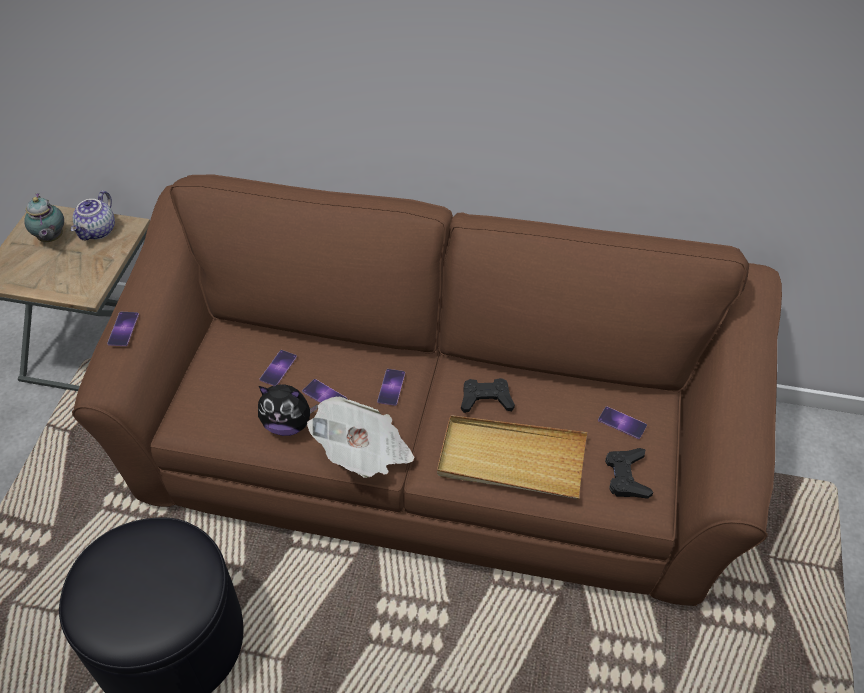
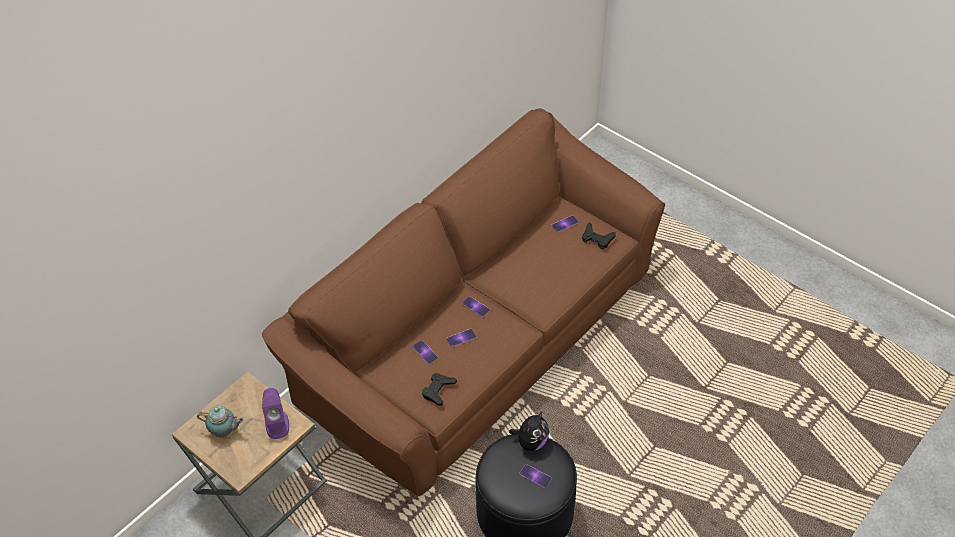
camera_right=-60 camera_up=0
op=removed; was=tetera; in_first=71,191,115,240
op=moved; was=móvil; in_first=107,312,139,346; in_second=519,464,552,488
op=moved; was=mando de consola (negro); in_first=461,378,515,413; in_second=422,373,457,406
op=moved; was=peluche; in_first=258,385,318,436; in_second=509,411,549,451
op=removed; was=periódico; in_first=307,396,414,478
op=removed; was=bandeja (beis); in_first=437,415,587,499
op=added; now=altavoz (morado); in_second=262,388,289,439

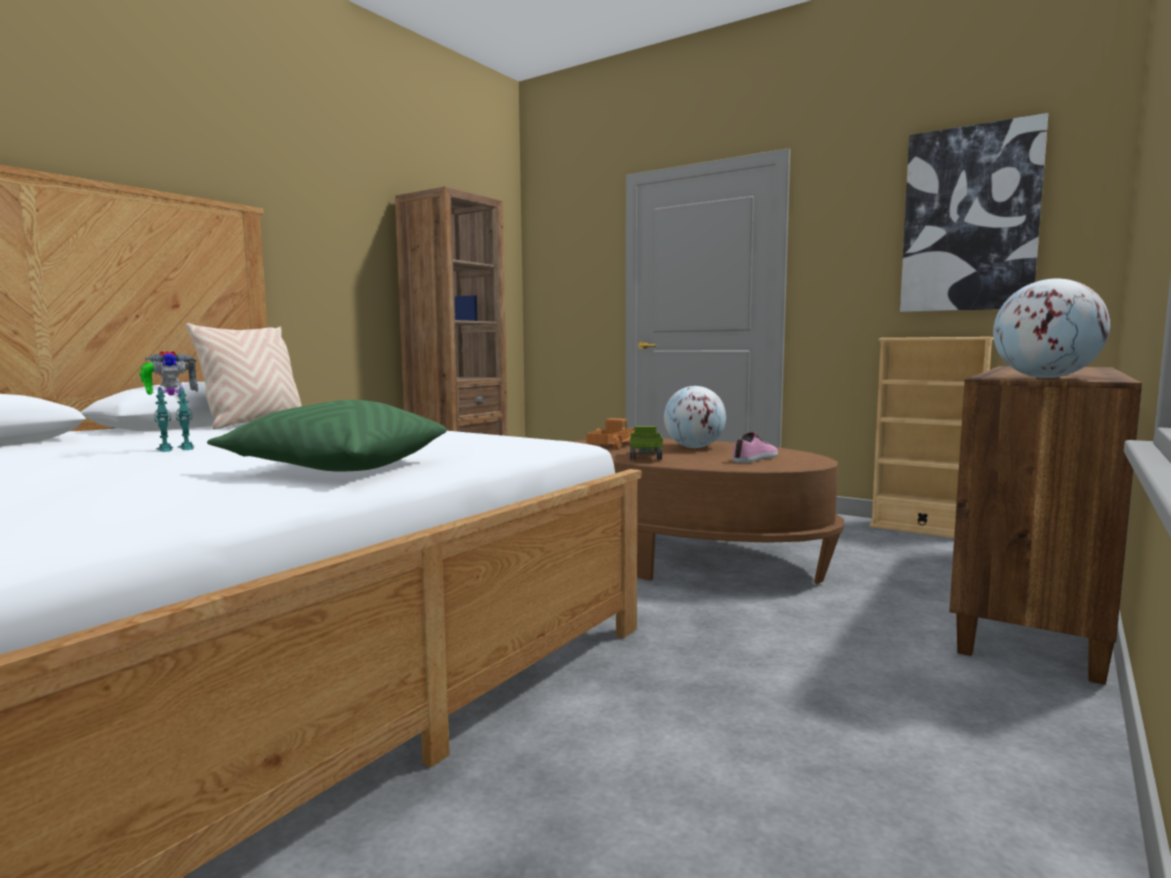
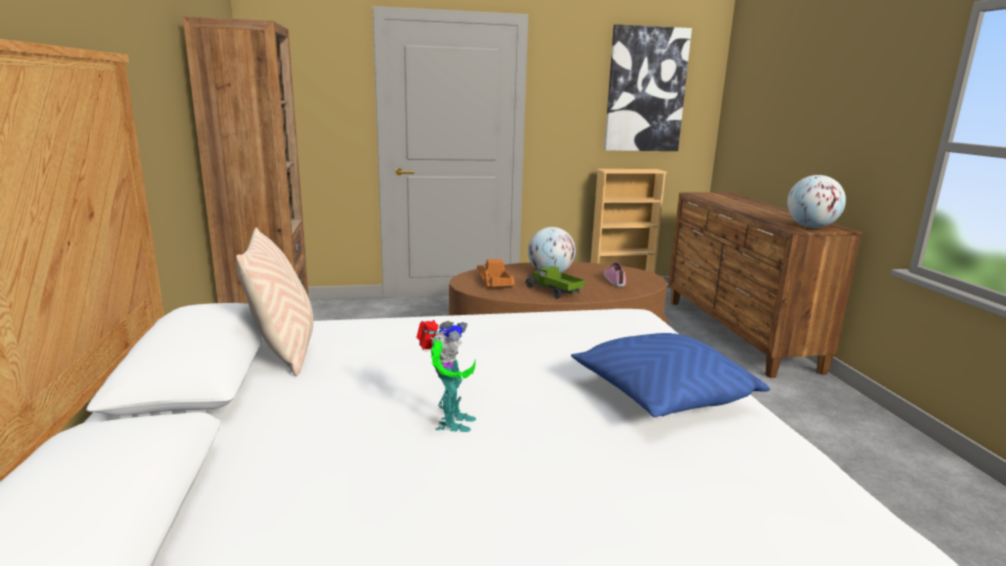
camera_right=-45 camera_up=10
op=recoloured; was=cojín (verde); now=cojín (azul); in_first=207,400,447,472; in_second=571,333,770,417

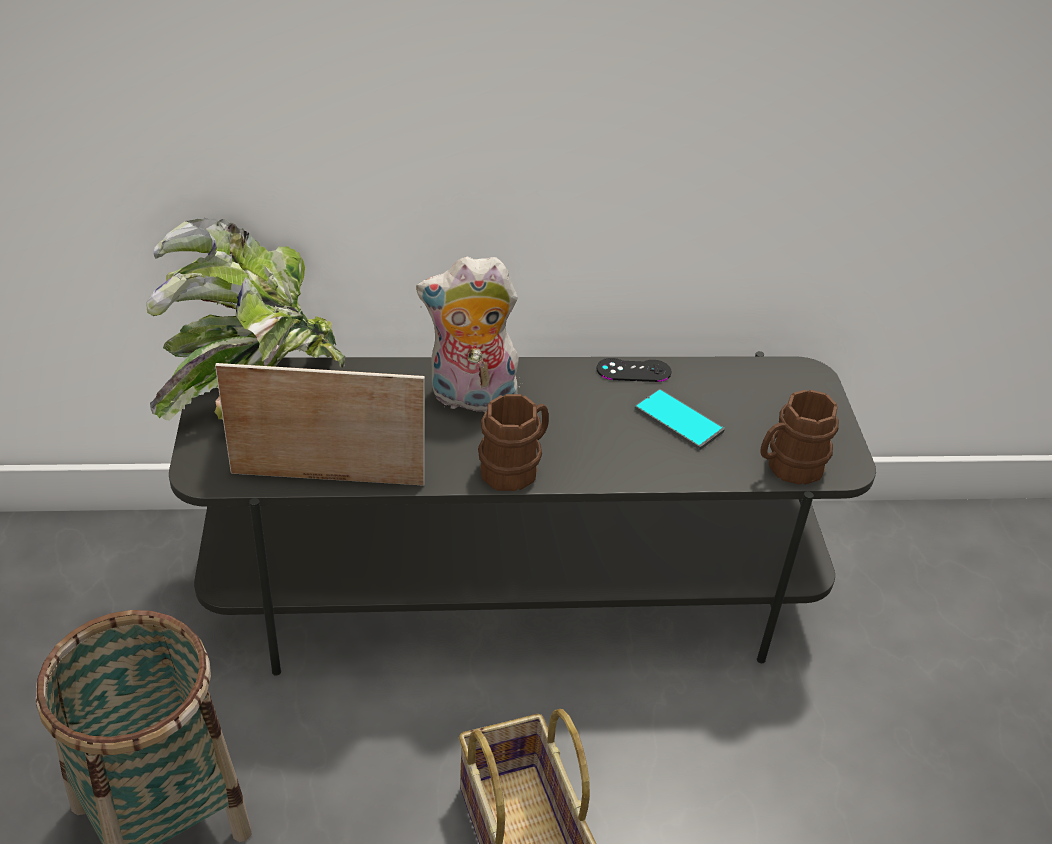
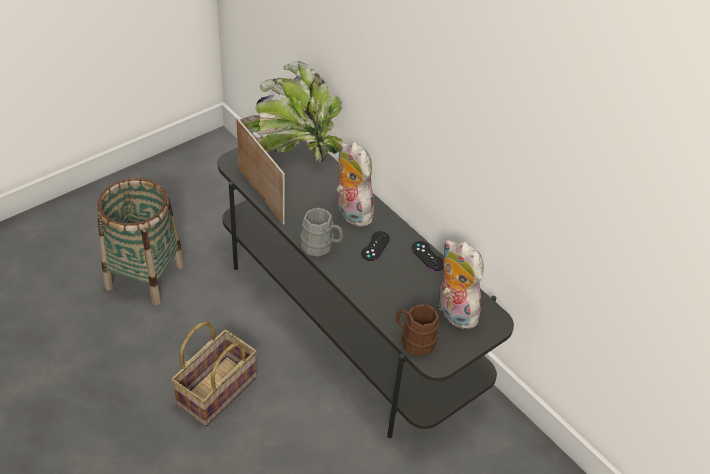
camera_right=55 camera_up=5
op=removed; was=móvil; in_first=635,389,725,450
op=recoloured; was=taza grande (marrón); now=taza grande (gris); in_first=478,394,549,491; in_second=300,208,343,257
op=added; now=mando de consola (negro); in_second=361,231,390,261
op=added; now=peluche; in_second=439,239,484,329

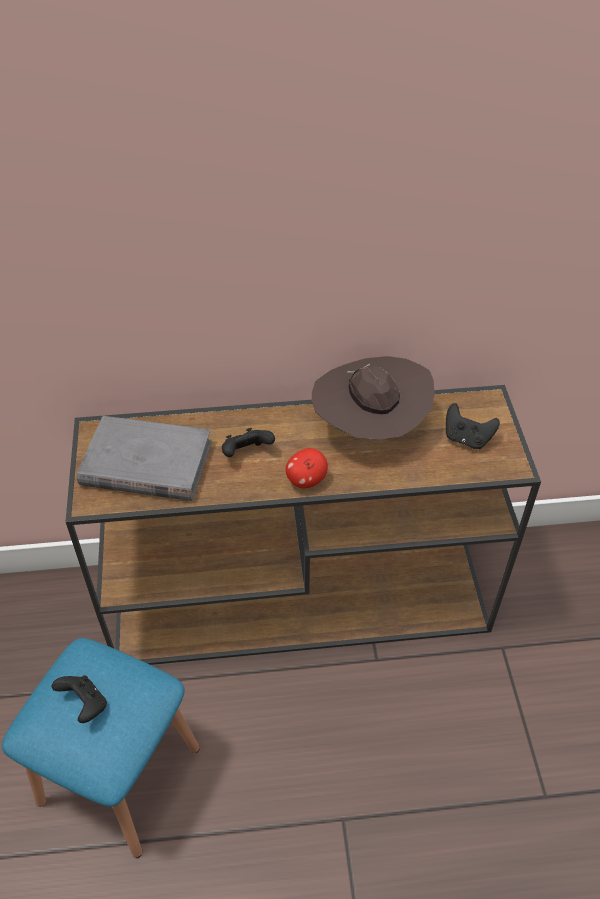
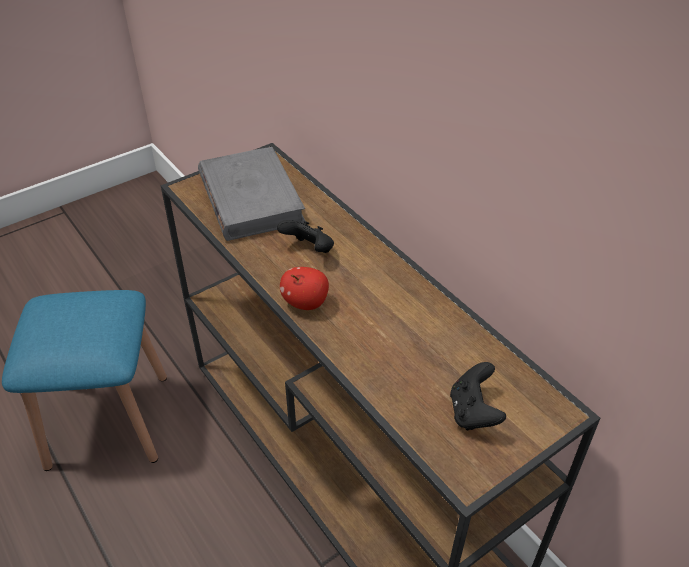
camera_right=60 camera_up=-5
op=removed; was=sombrero (marrón); in_first=312,356,435,439
op=removed; was=mando de consola (negro); in_first=52,675,107,723

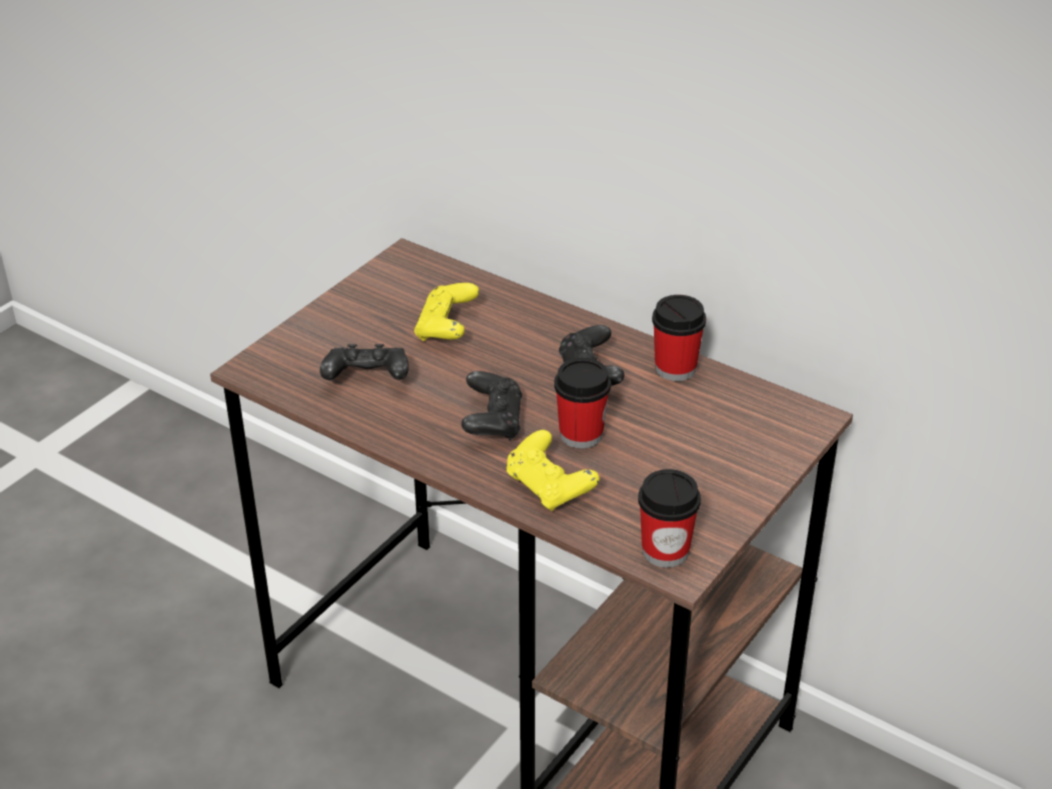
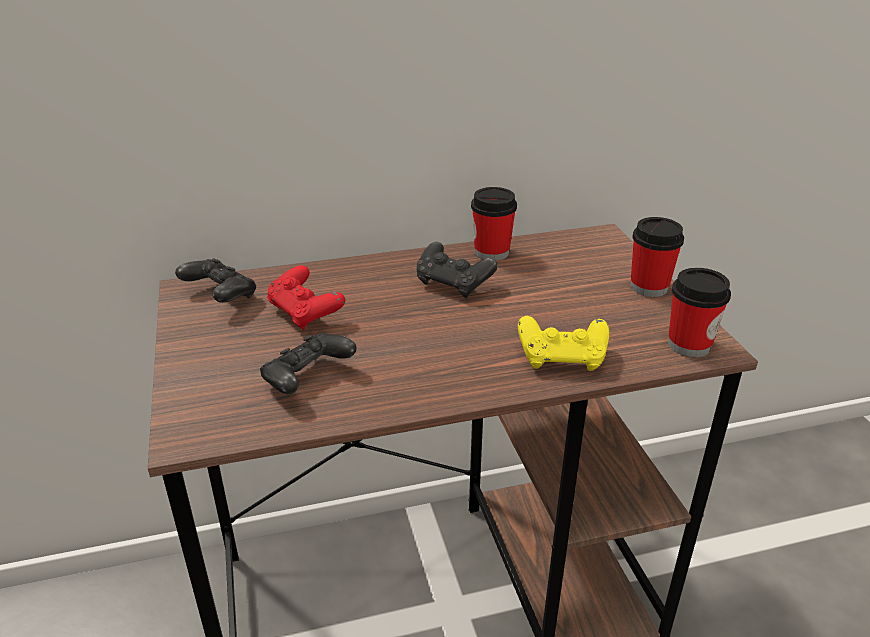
camera_right=-50 camera_up=-5
op=recoloured; was=mando de consola (amarillo); now=mando de consola (rojo); in_first=414,283,479,341; in_second=267,265,345,330
op=moved; was=taza; in_first=554,358,611,449; in_second=631,217,684,297
op=moved; was=mando de consola (negro); in_first=461,371,522,441; in_second=175,258,256,303

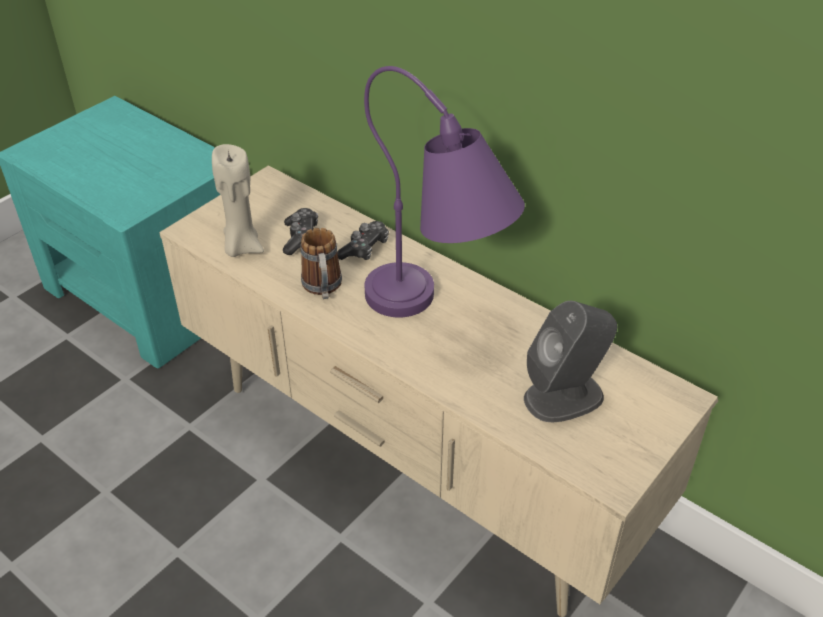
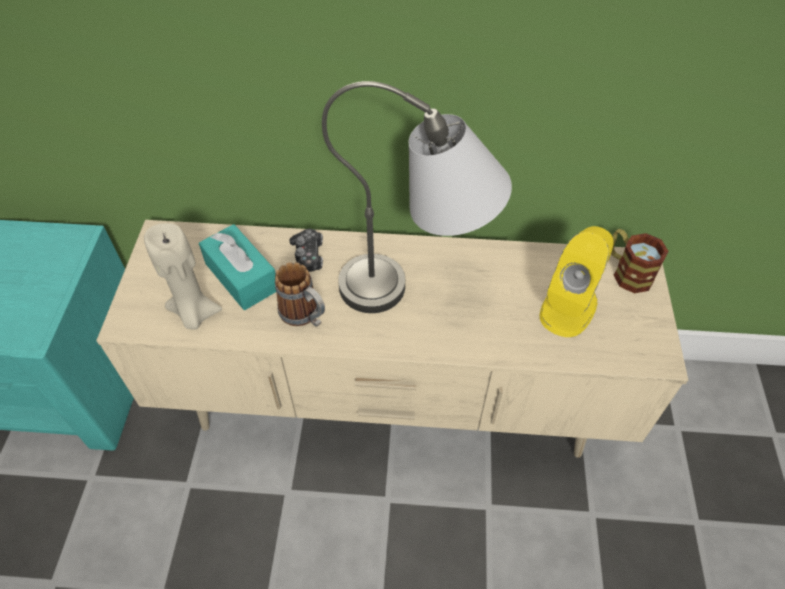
camera_right=-35 camera_up=10
op=recoloured; was=lámpara de mesa (morado); now=lámpara de mesa (gris); in_first=364,66,525,318; in_second=322,81,512,313
op=replaced; was=mando de consola; now=caja de pañuelos (turquesa); in_first=283,208,318,255; in_second=199,224,276,310
op=recoloured; was=altavoz (gris); now=altavoz (amarillo); in_first=524,301,617,422; in_second=540,226,614,337
op=added; now=taza grande; in_second=611,229,669,293

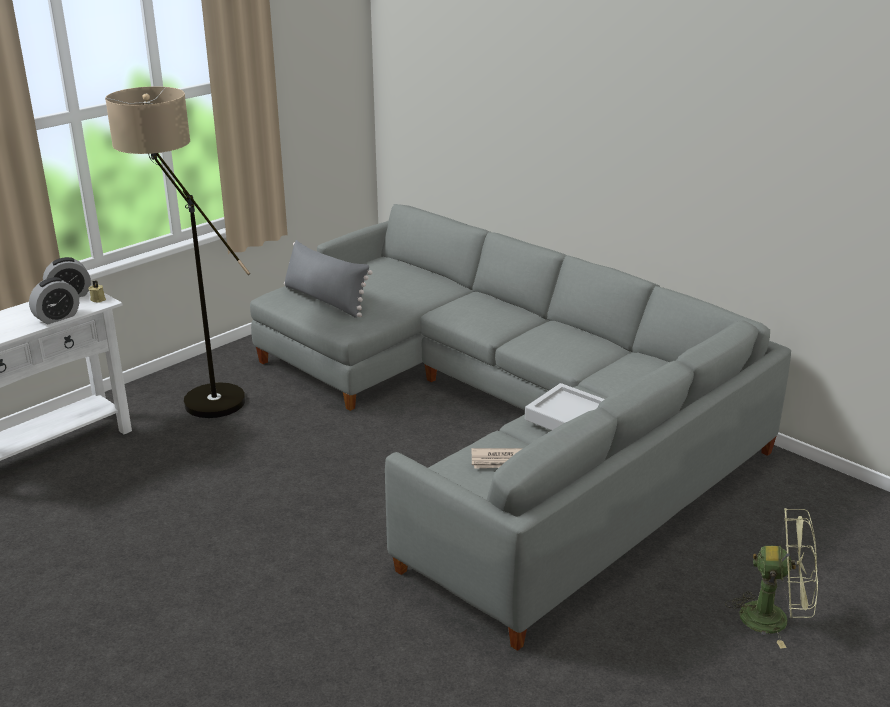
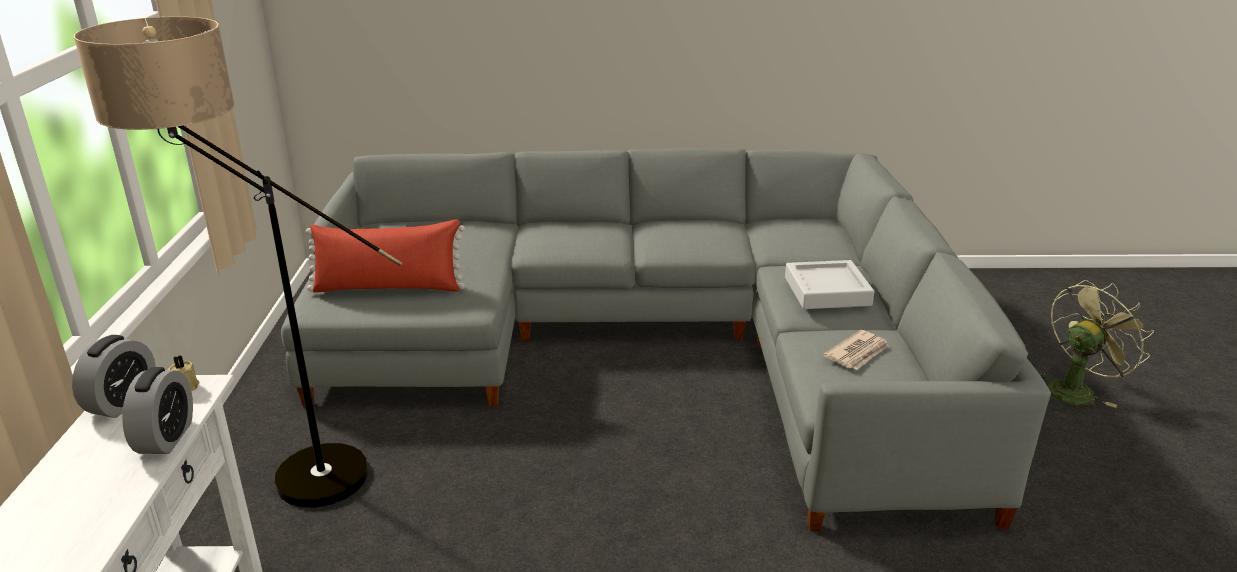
camera_right=-45 camera_up=0
op=recoloured; was=cojín (gris); now=cojín (rojo); in_first=284,240,373,318; in_second=306,220,465,293

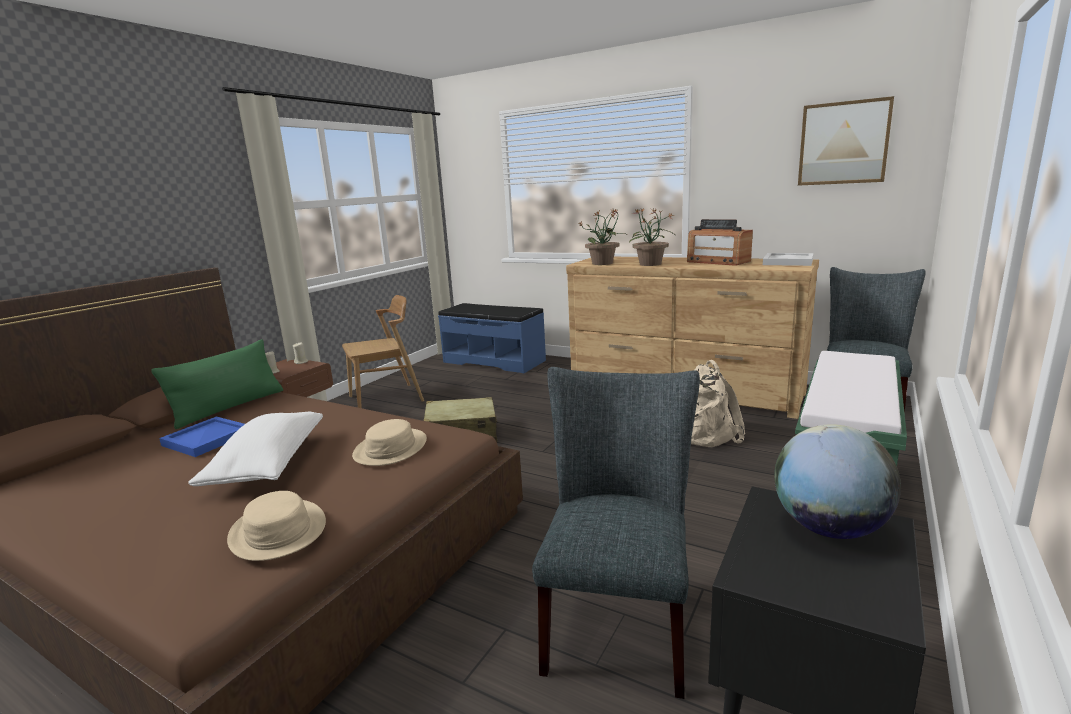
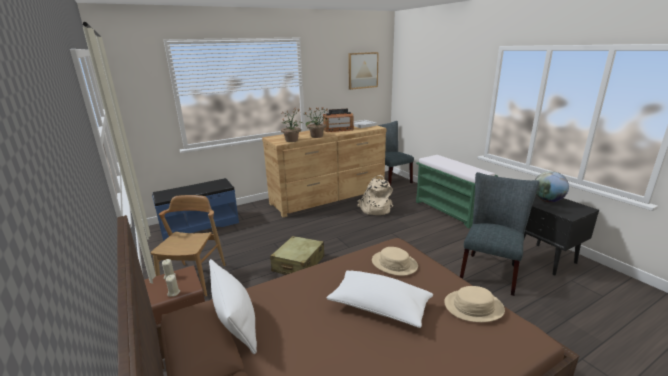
camera_right=-60 camera_up=5
op=recoloured; was=cojín (verde); now=cojín (blanco); in_first=151,339,283,429; in_second=209,259,257,354
op=turned; was=silla (gris); in_first=532,367,700,699; in_second=460,172,539,296; clockwise=75
op=removed; was=bandeja (azul); in_first=159,417,245,457

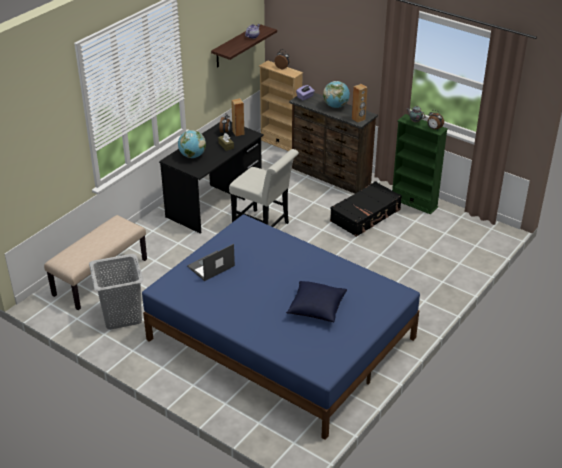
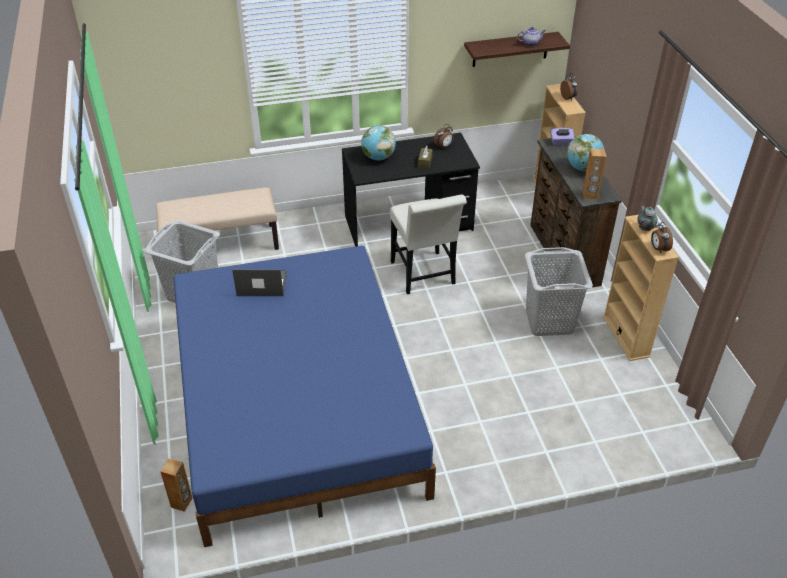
camera_right=40 camera_up=5
op=moved; was=altavoz (marrón); in_first=231,98,244,136; in_second=160,459,193,512
op=recoloured; was=estantería (verde); now=estantería (beis); in_first=392,114,448,215; in_second=603,215,679,361
op=replaced; was=maleta (negro); now=cesto de la ropa (gris); in_first=330,181,402,237; in_second=525,247,593,336
op=removed; was=cojín (azul); in_first=286,281,347,322

